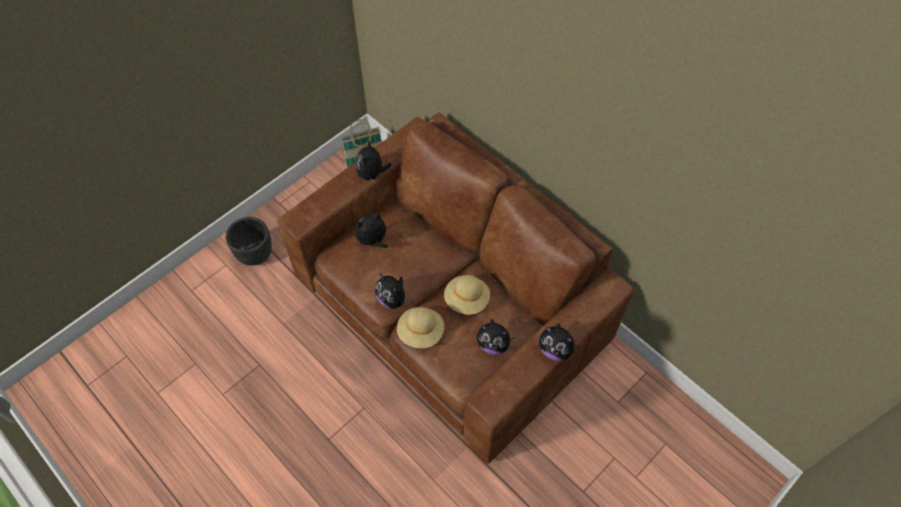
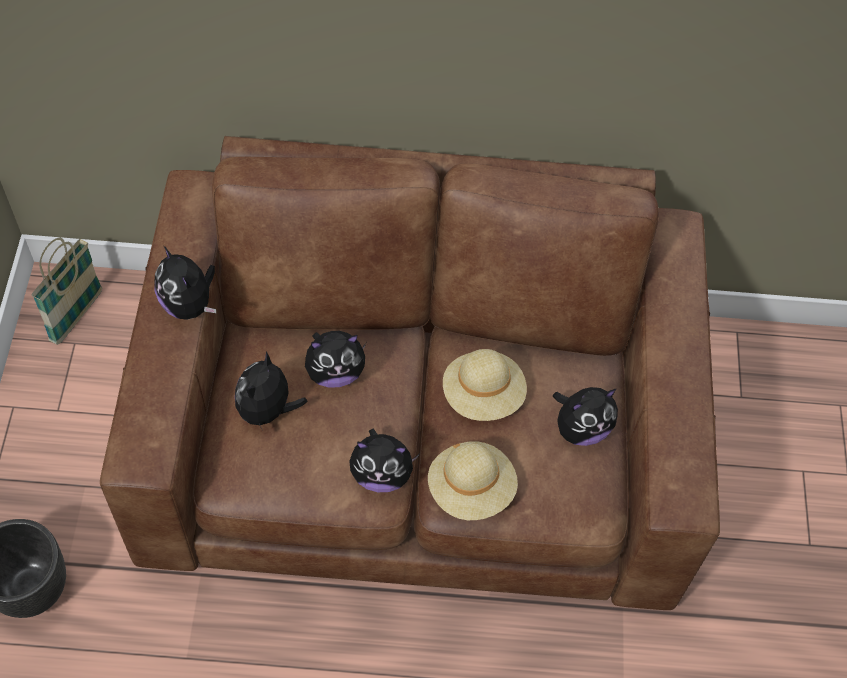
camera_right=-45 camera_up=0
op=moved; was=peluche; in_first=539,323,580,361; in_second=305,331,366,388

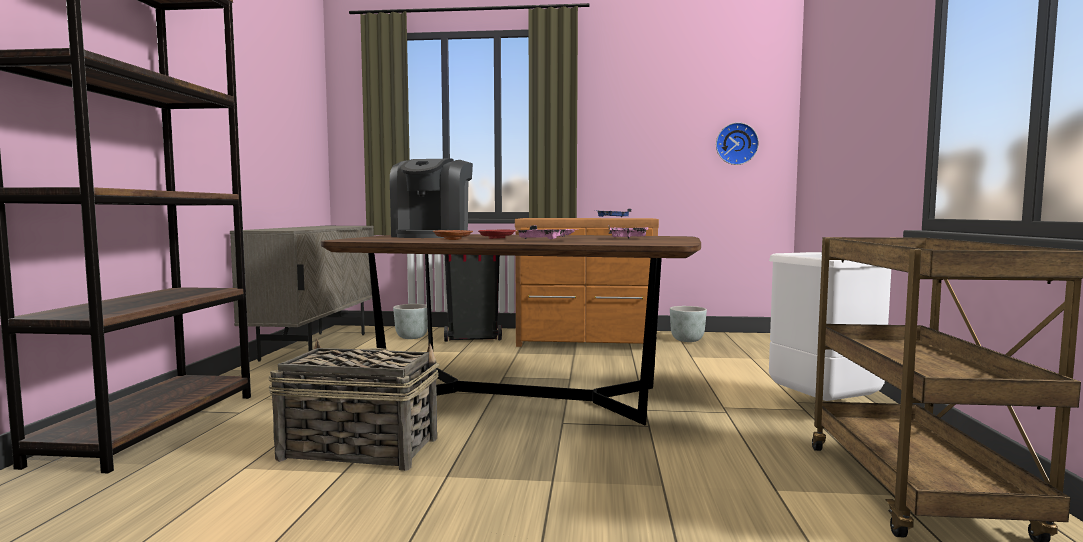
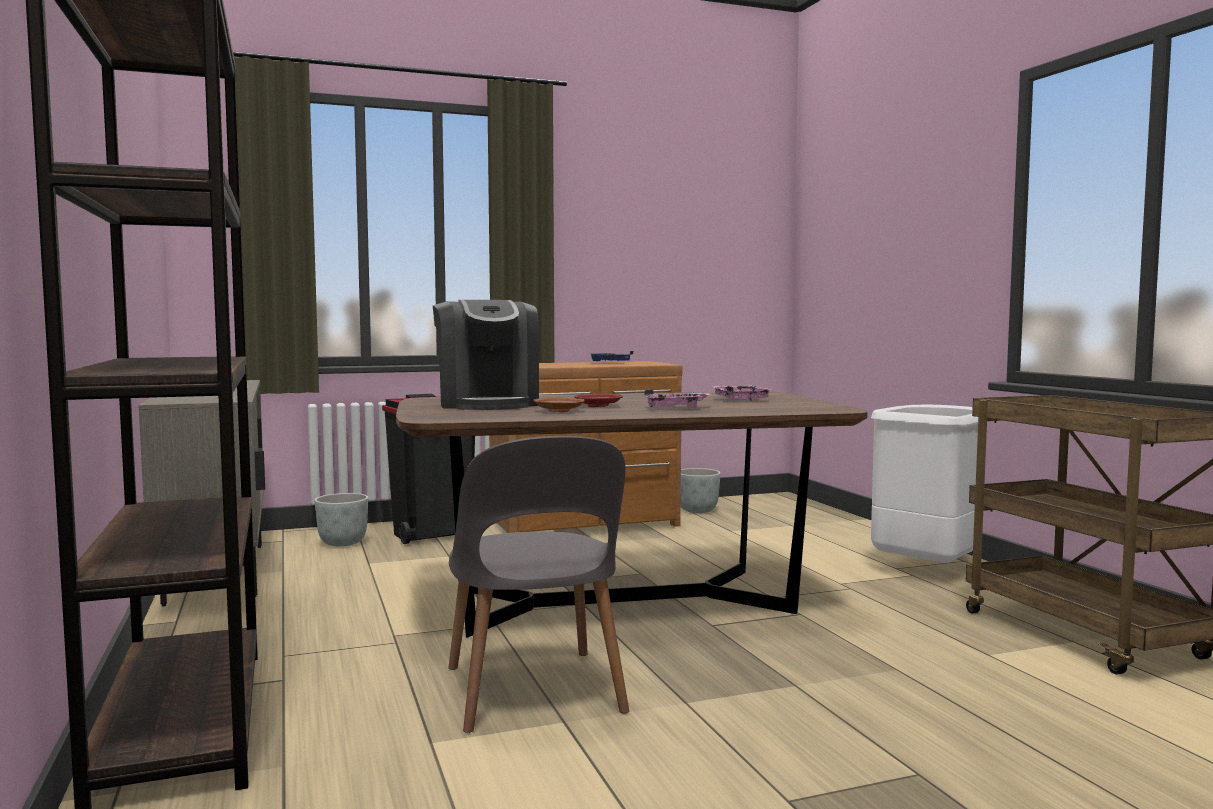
camera_right=-25 camera_up=0
op=removed; was=reloj de pared; in_first=716,122,759,165
op=replaced; was=cesta; now=silla (gris); in_first=269,338,439,471; in_second=448,436,629,733

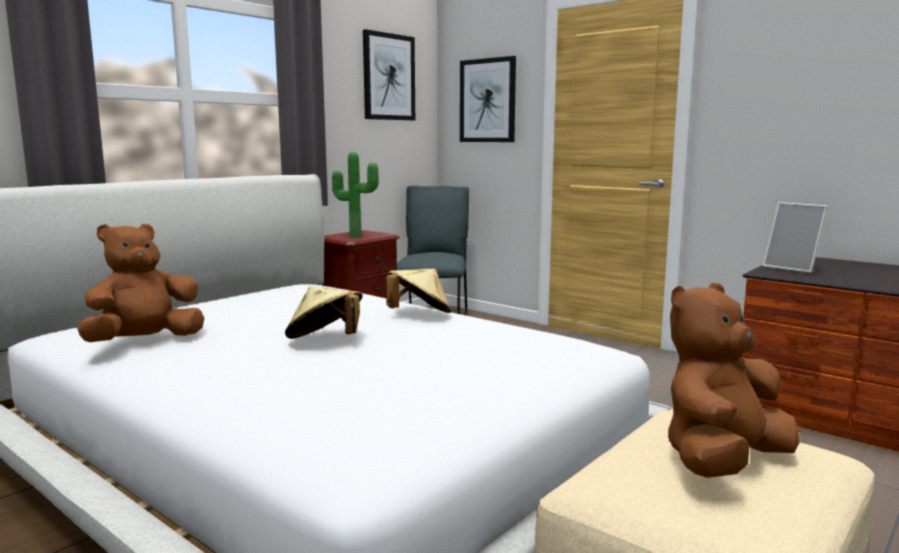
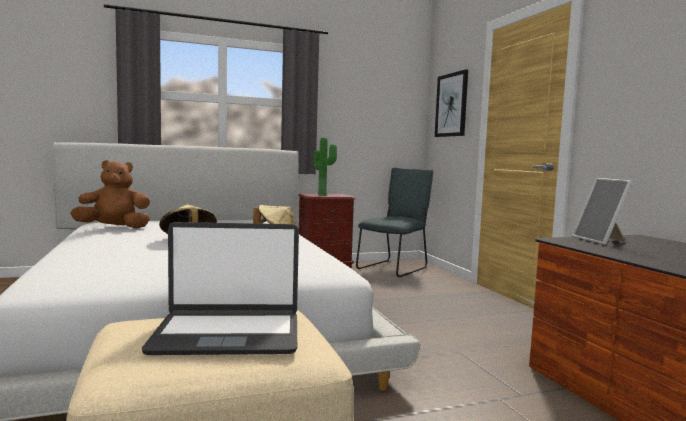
camera_right=30 camera_up=-5
op=removed; was=cuadro; in_first=363,29,415,120
op=replaced; was=peluche (marrón); now=portátil; in_first=668,283,799,478; in_second=142,222,299,355

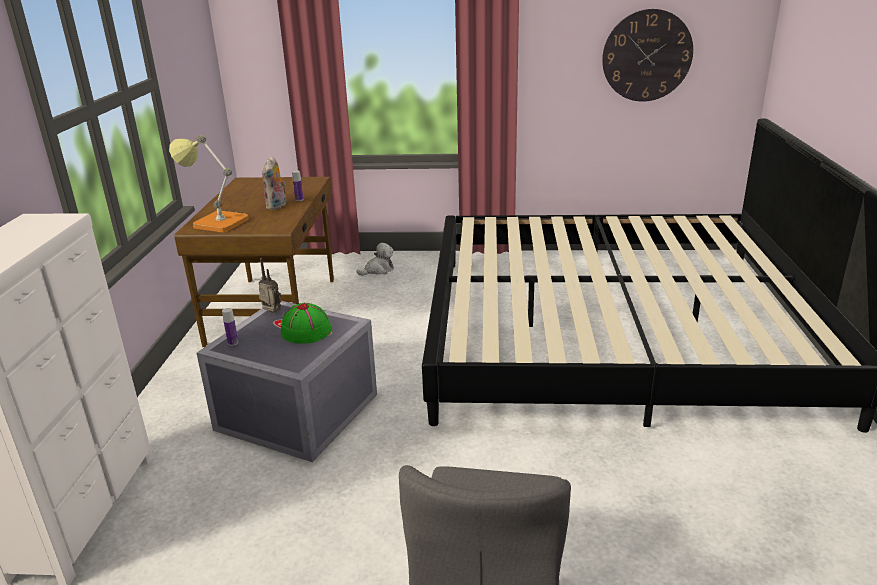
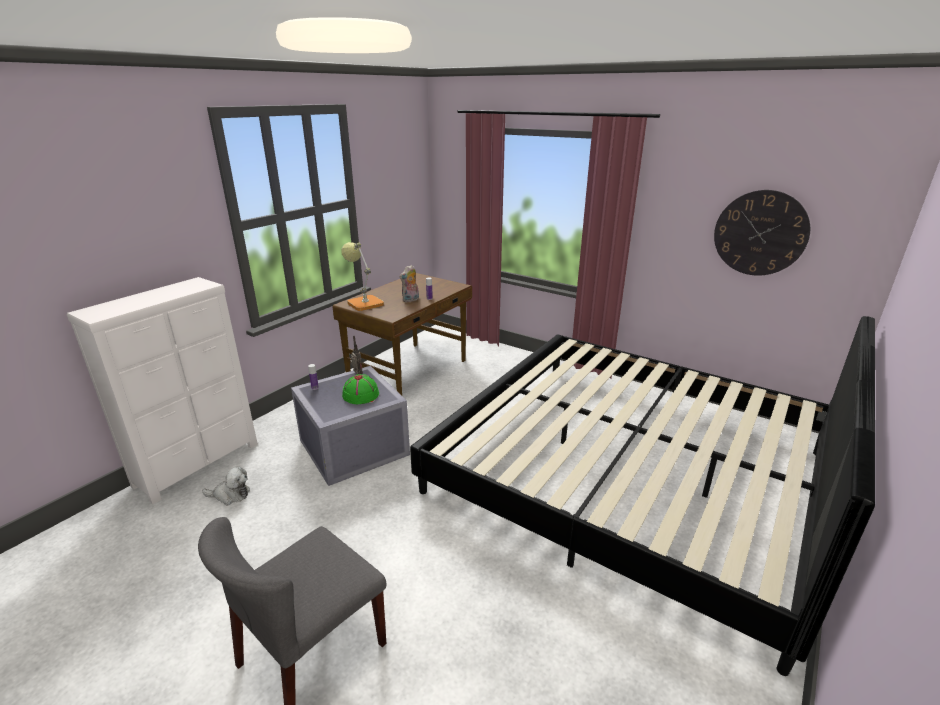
camera_right=30 camera_up=0
op=moved; was=peluche; in_first=357,243,394,275; in_second=202,466,250,505

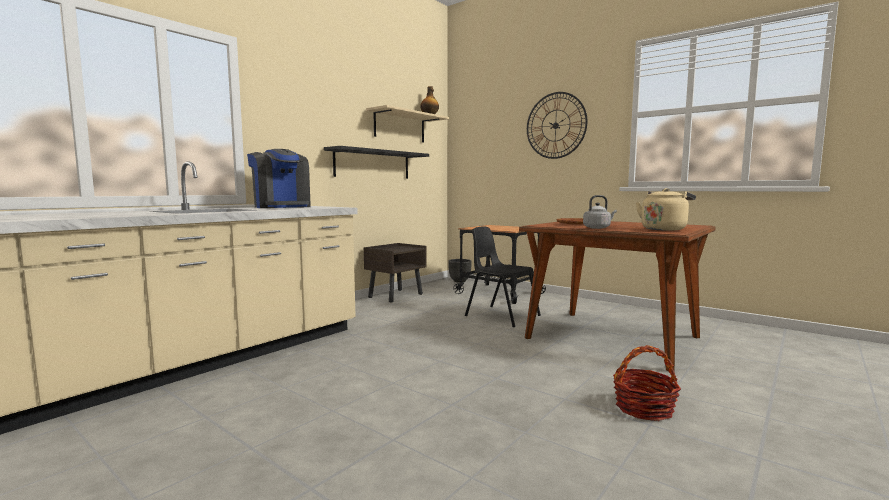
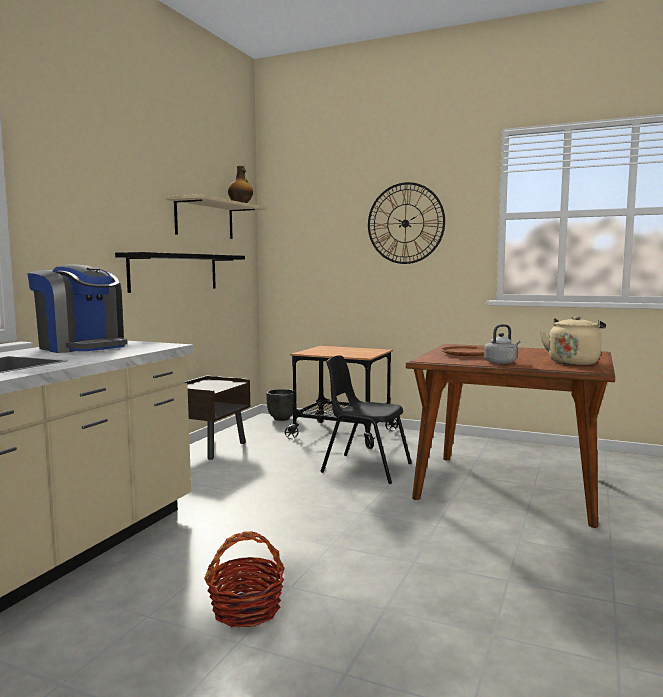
camera_right=-15 camera_up=0
op=moved; was=cesta; in_first=613,345,681,421; in_second=204,531,285,627

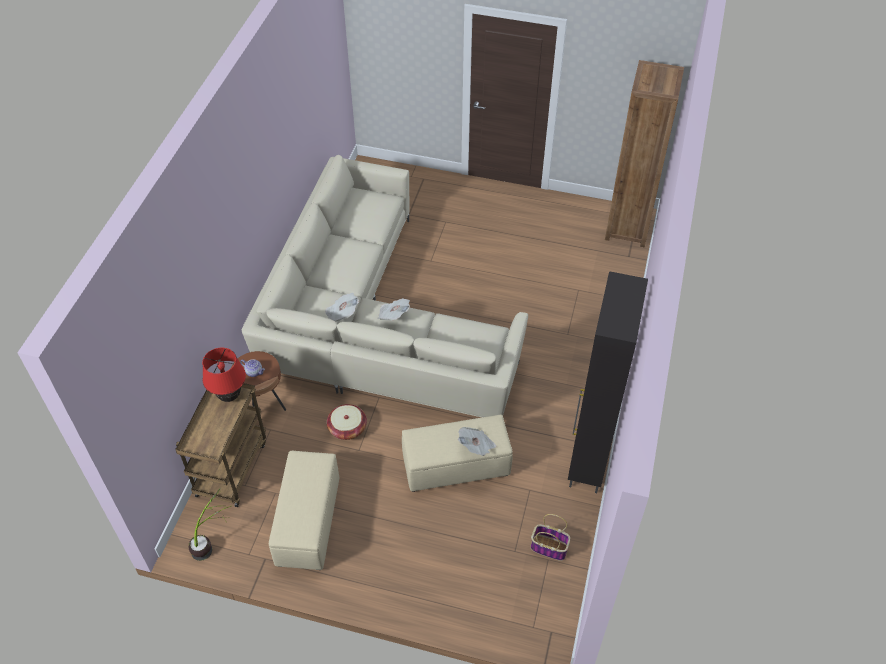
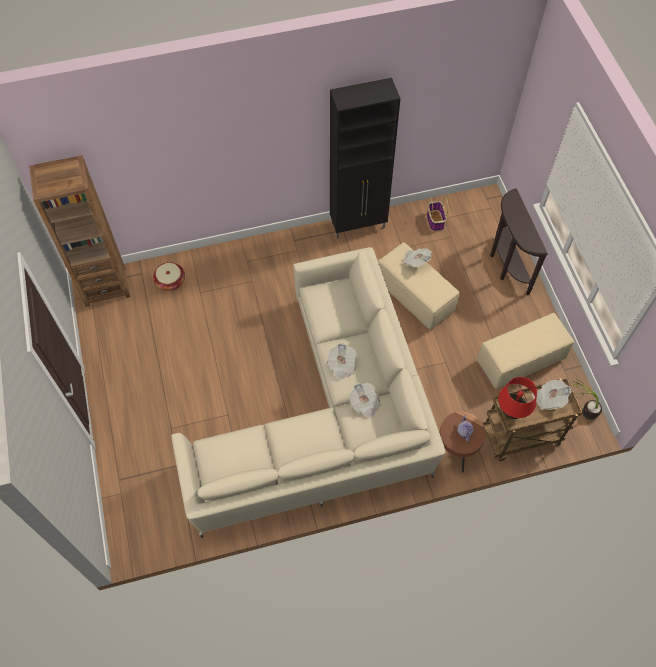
camera_right=-120 camera_up=10
op=moved; was=cesta; in_first=327,404,367,440; in_second=153,262,185,291
op=added; now=mesa consola (marrón); in_second=490,188,548,295
op=added; now=periódico; in_second=532,380,572,410

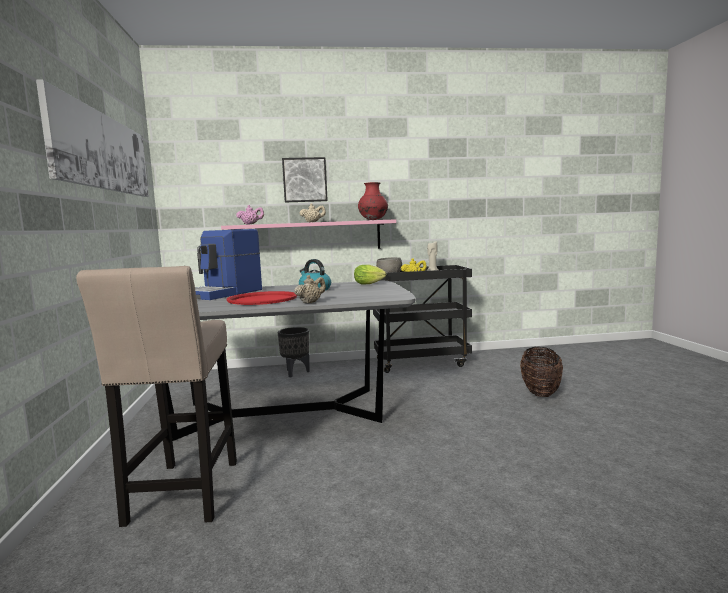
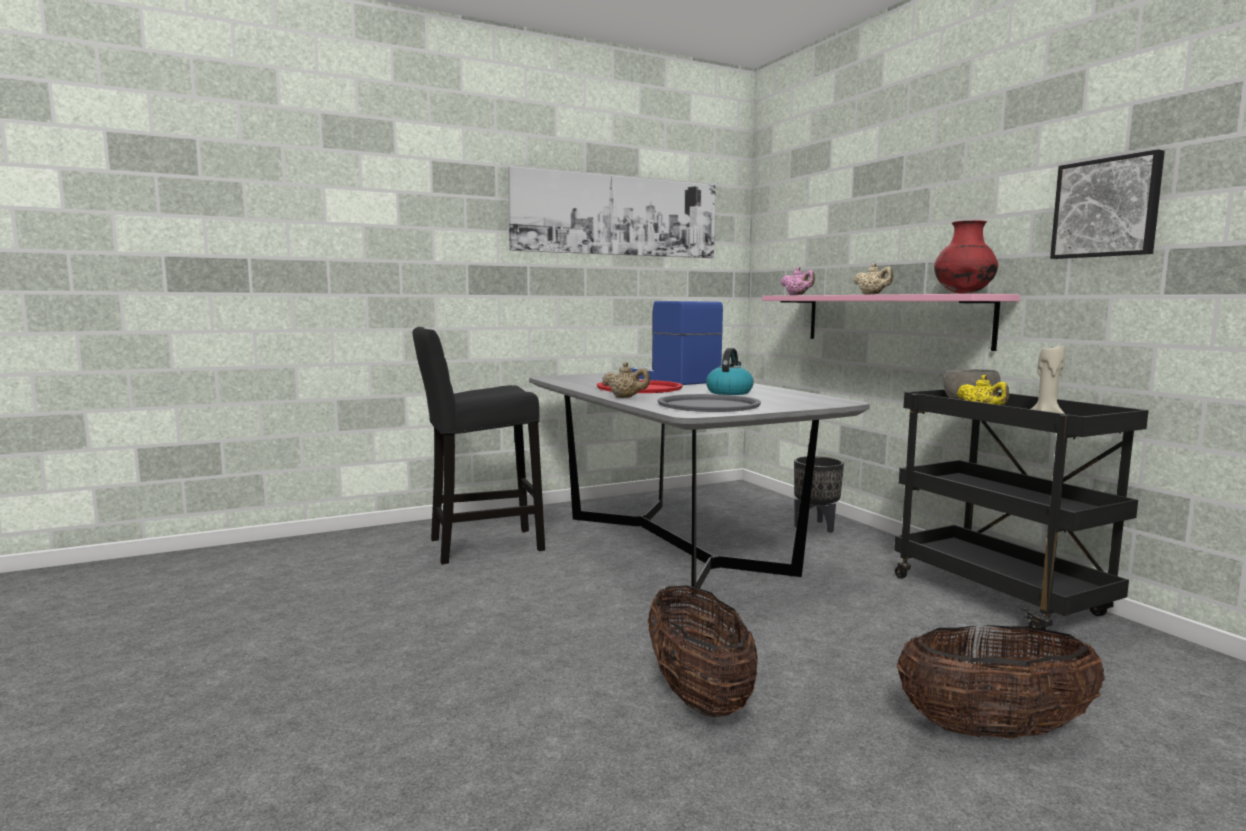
camera_right=70 camera_up=0
op=moved; was=cuadro; in_first=282,157,328,203; in_second=1050,149,1165,259
op=turned; was=cafetera; in_first=195,229,262,300; in_second=631,301,723,385; clockwise=45
op=removed; was=lechuga; in_first=354,265,386,285
op=recoloured; was=taburete (beis); now=taburete (negro); in_first=76,266,237,527; in_second=412,327,545,564
op=added; now=bandeja (gris); in_second=658,394,761,412
op=added; now=cesta; in_second=648,585,758,717

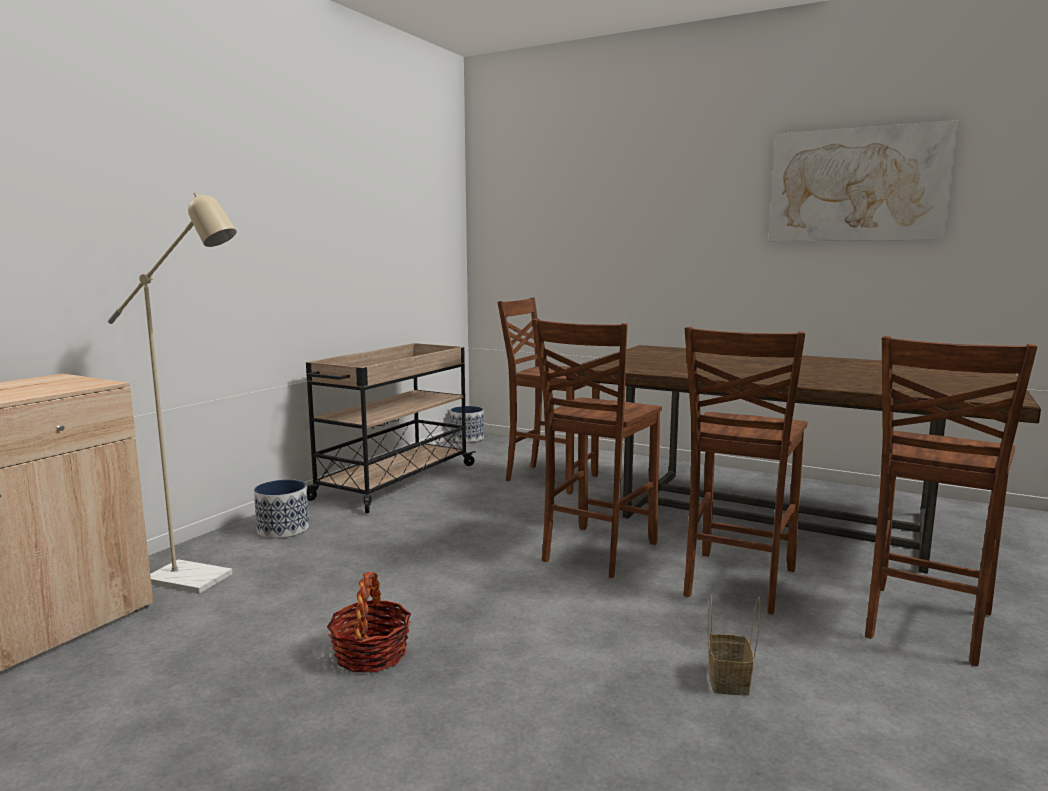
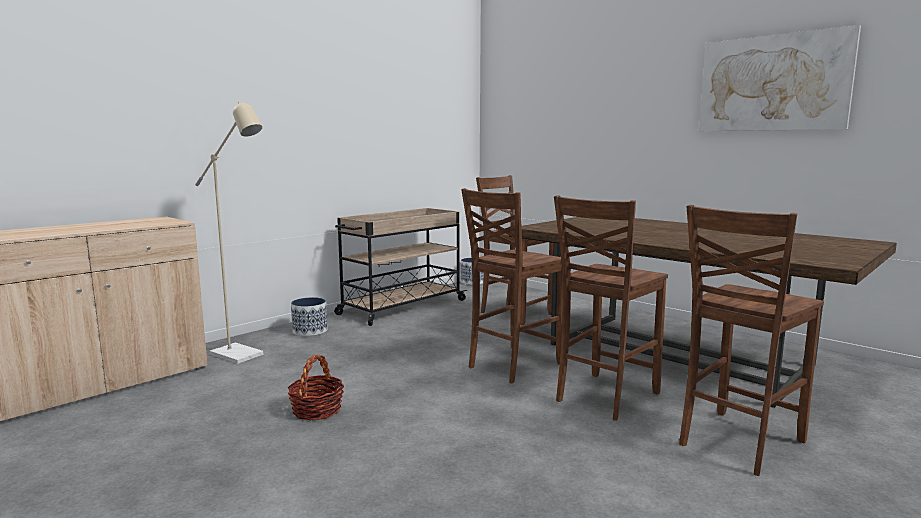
camera_right=15 camera_up=0
op=removed; was=cesta; in_first=708,594,761,696

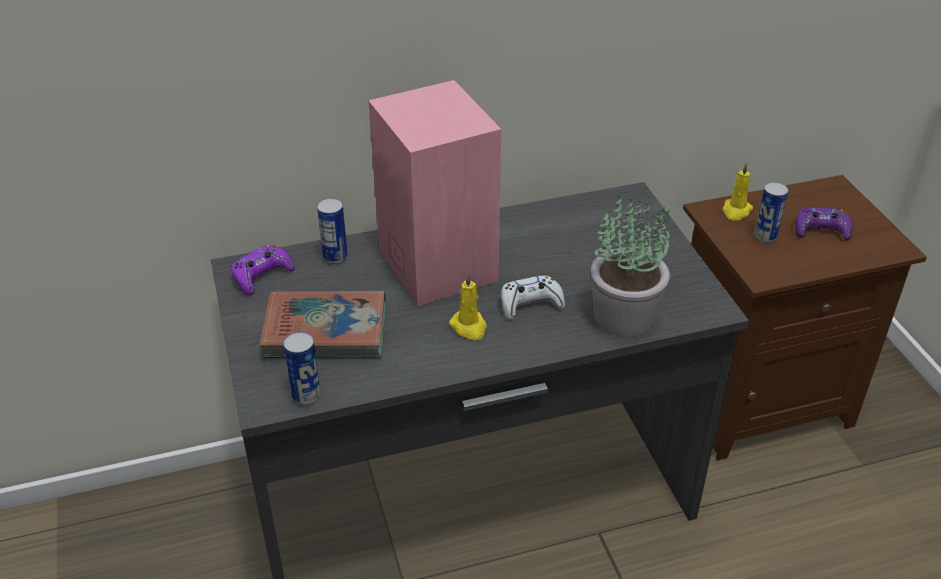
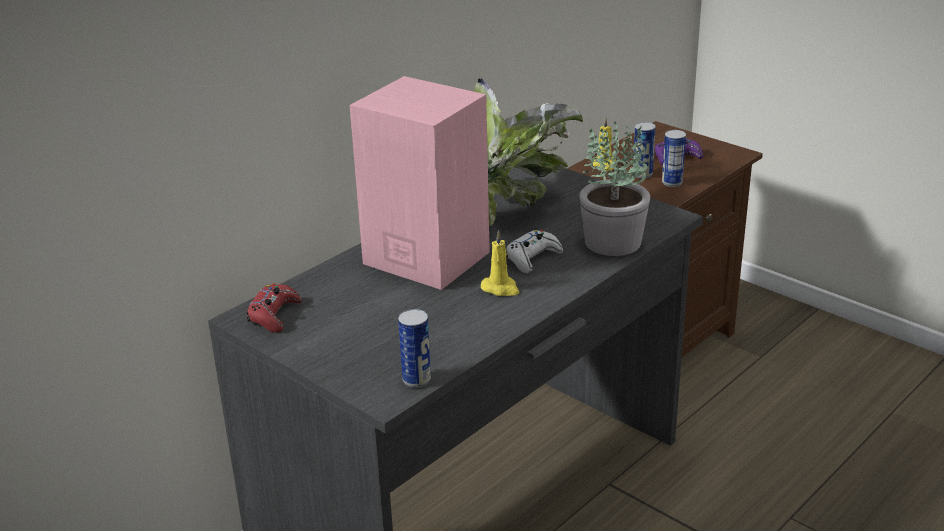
camera_right=-30 camera_up=-10
op=moved; was=lata; in_first=317,198,348,265; in_second=662,130,686,187
op=recoloured; was=mando de consola (morado); now=mando de consola (rojo); in_first=231,245,295,295; in_second=246,283,302,333
op=removed; was=libro; in_first=260,291,386,358
op=added; now=planta en maceta; in_second=474,77,583,226

